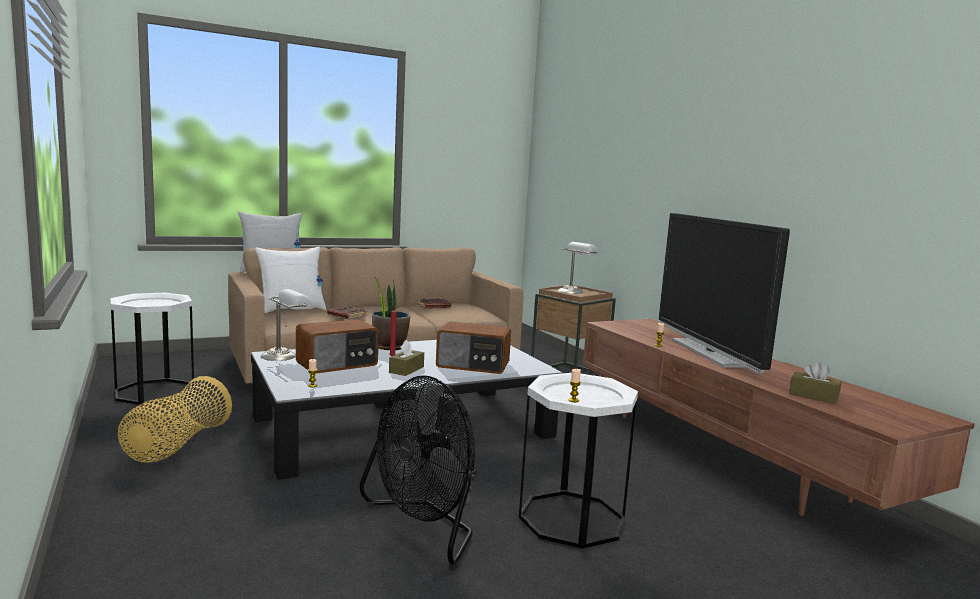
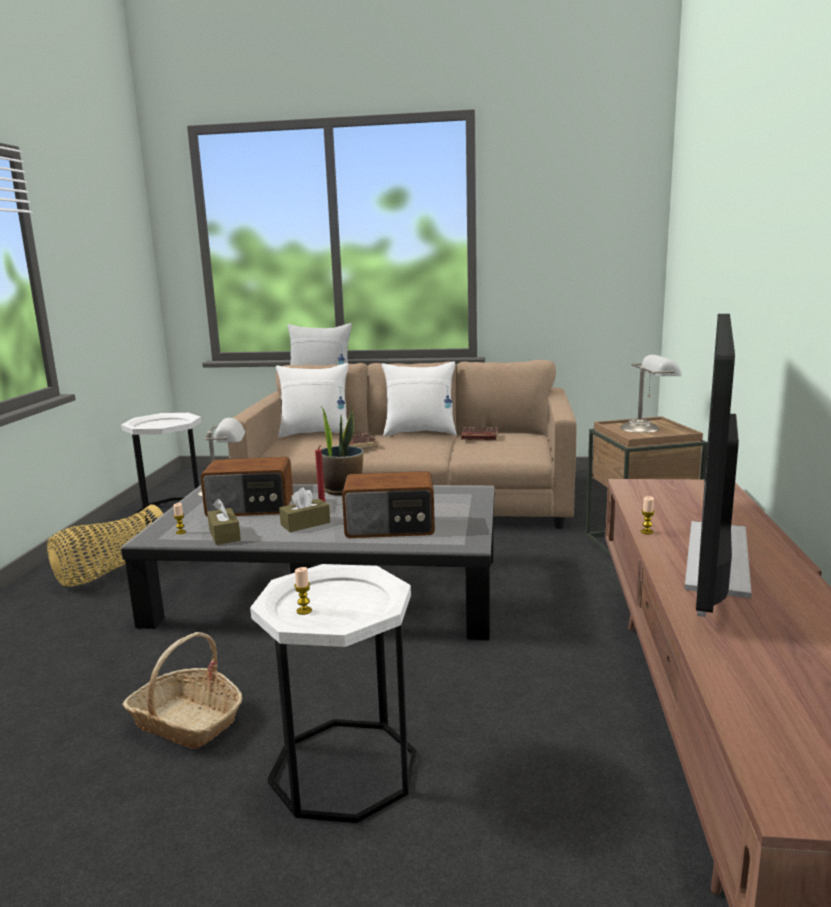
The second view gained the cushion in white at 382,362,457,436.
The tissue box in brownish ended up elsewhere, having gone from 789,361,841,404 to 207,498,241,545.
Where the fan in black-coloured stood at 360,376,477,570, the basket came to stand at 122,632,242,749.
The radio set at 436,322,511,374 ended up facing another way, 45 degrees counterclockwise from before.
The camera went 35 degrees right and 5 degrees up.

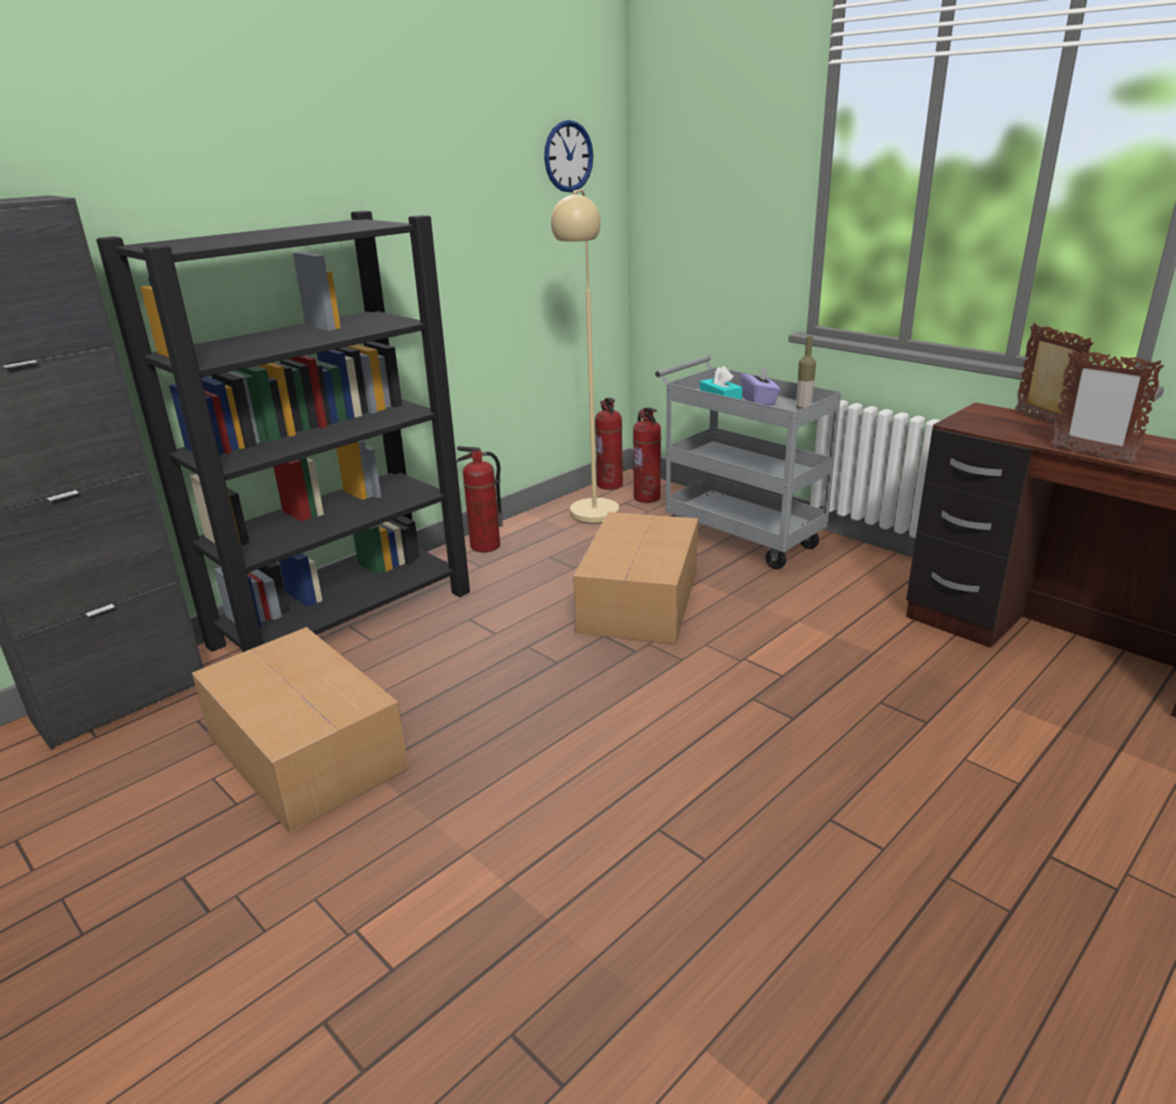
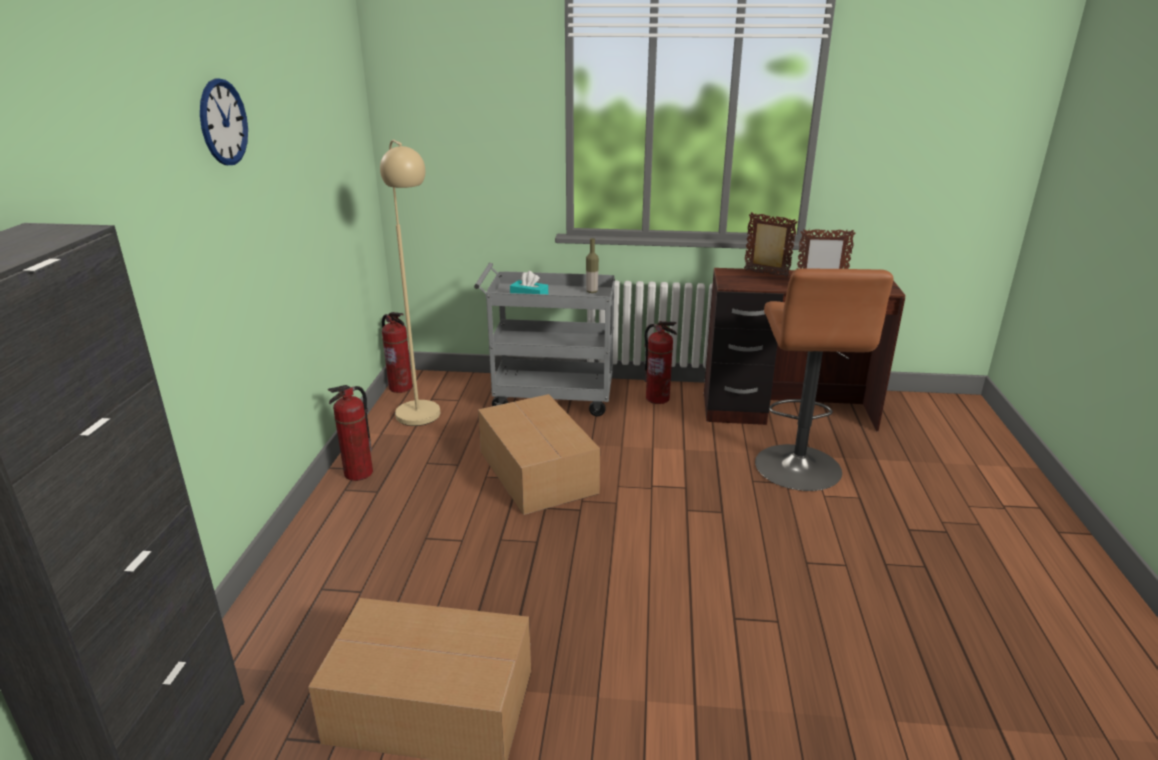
The second view lost the bookcase in black-coloured at 96,211,470,652.
The second view lost the tissue box in purple at 740,366,780,406.
The second view gained the stool seat in brownish at 755,268,893,491.
The hanging clock ended up elsewhere, having gone from 544,120,593,193 to 200,78,248,165.
The extinguisher ended up elsewhere, having gone from 633,407,661,503 to 644,321,677,404.
The camera went 40 degrees left and 0 degrees up.

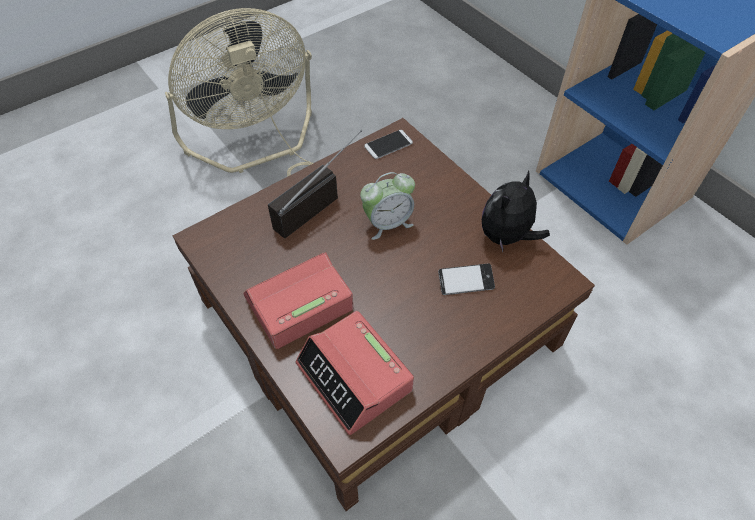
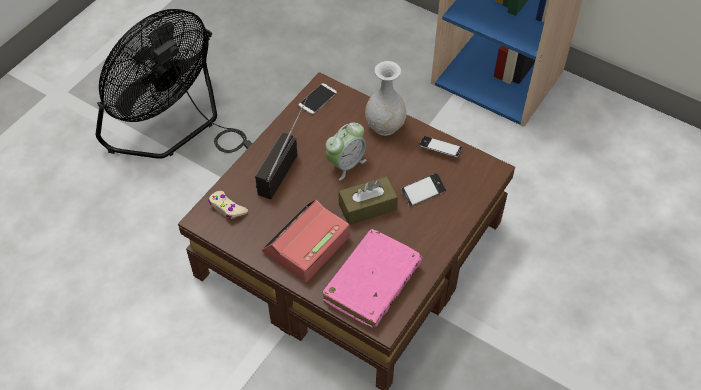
The second view gained the gamepad in beige at 208,191,248,219.
The second view gained the tissue box in brownish at 339,176,398,225.
The second view gained the vase in white at 365,61,407,136.
Where the bedside clock stood at 295,311,414,435, the volume in pink-coloured came to stand at 322,229,422,328.
Where the plush toy stood at 482,171,550,252, the phone came to stand at 419,136,462,157.
What was the fan in beige at 165,8,313,177 turned into the fan in black-coloured at 96,9,252,159.
The camera went 20 degrees left and 0 degrees up.

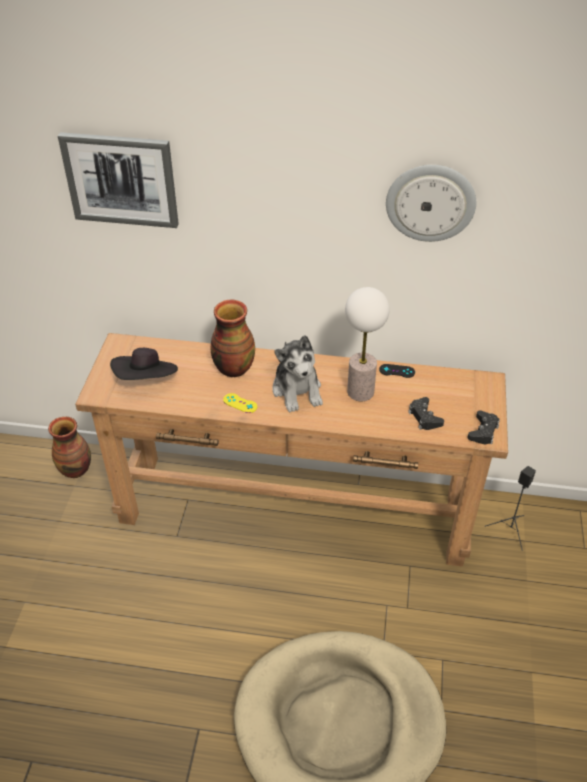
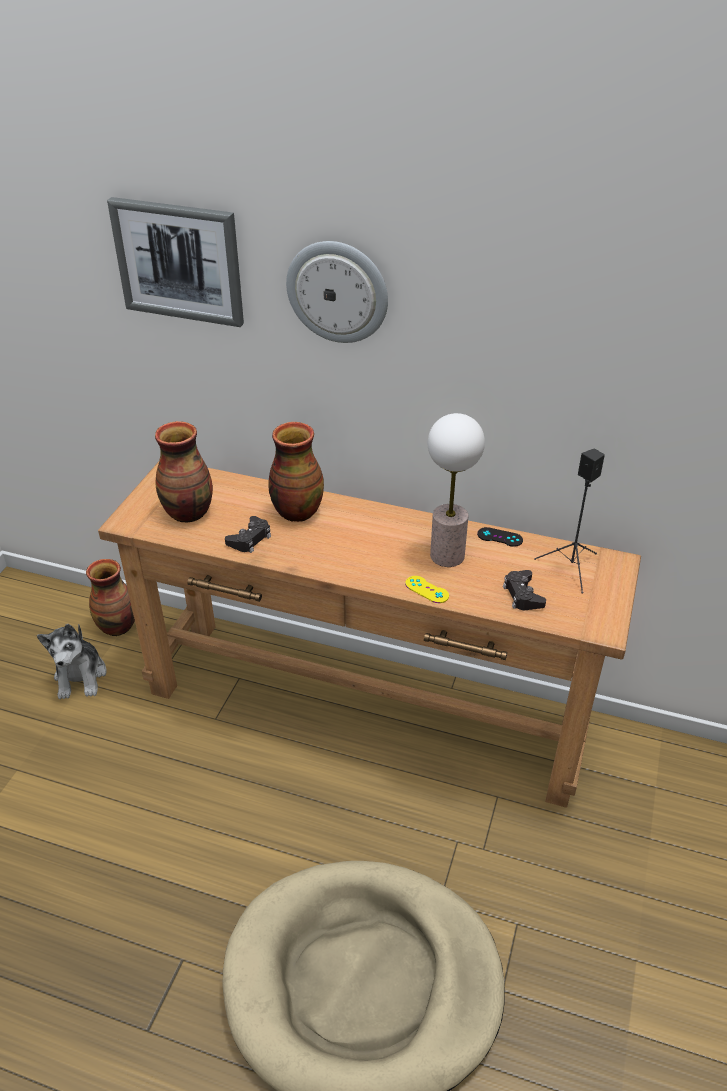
The gamepad in yellow-coloured ended up elsewhere, having gone from 223,393,257,413 to 405,576,449,603.
The plush toy ended up elsewhere, having gone from 272,335,323,413 to 37,624,107,699.
The hanging clock ended up elsewhere, having gone from 386,165,476,242 to 286,241,388,343.
The gamepad in black-coloured ended up elsewhere, having gone from 467,410,500,444 to 225,516,271,553.
The audio speaker in black-coloured ended up elsewhere, having gone from 485,466,536,551 to 534,448,605,594.
Where the clothing hat in black-coloured stood at 110,348,178,380, the vase came to stand at 155,421,213,522.
The camera went 10 degrees right and 5 degrees down.

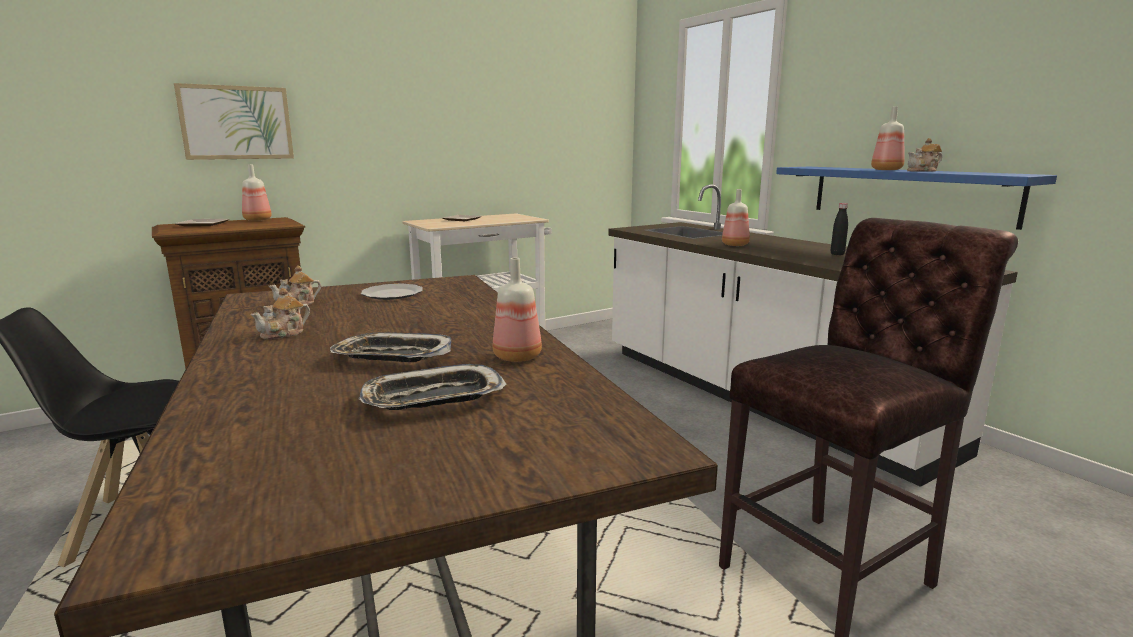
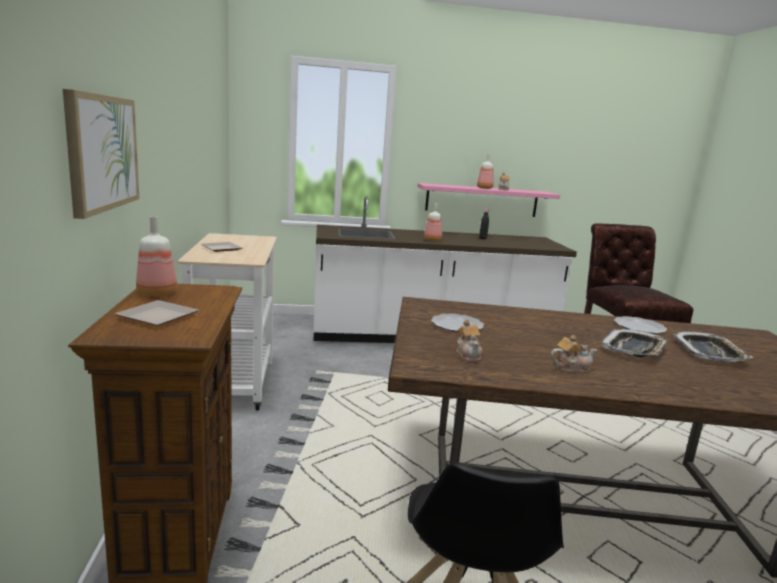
Where the beverage bottle stood at 493,258,542,362, the flat dish came to stand at 614,316,667,334.
What was the shelf in blue at 776,167,1057,230 turned into the shelf in pink-coloured at 417,183,560,217.
The tea pot at 250,288,310,339 ended up facing another way, 75 degrees counterclockwise from before.
The camera went 65 degrees left and 0 degrees up.

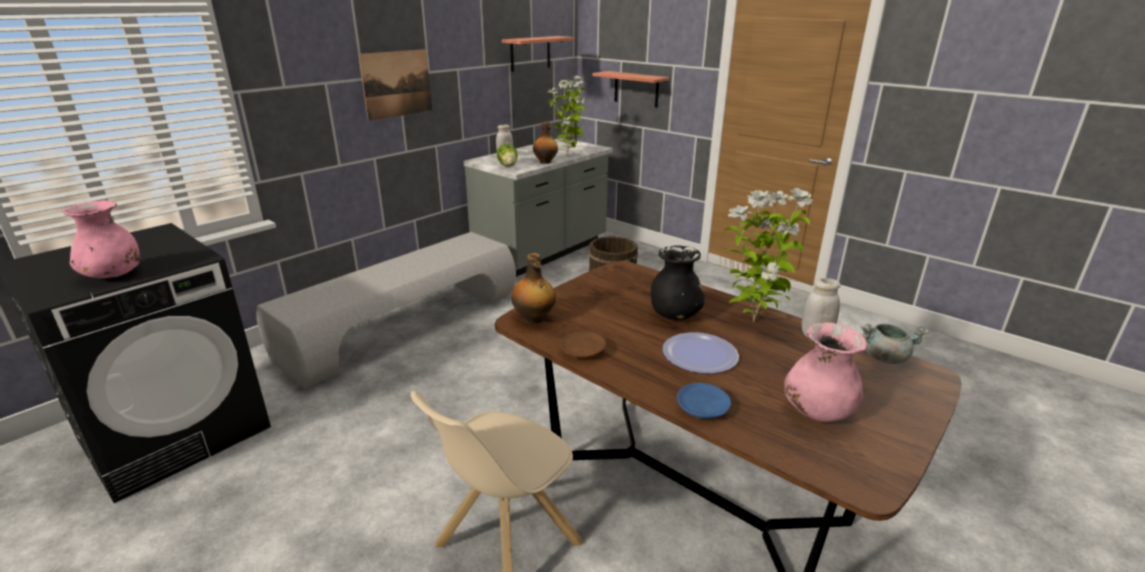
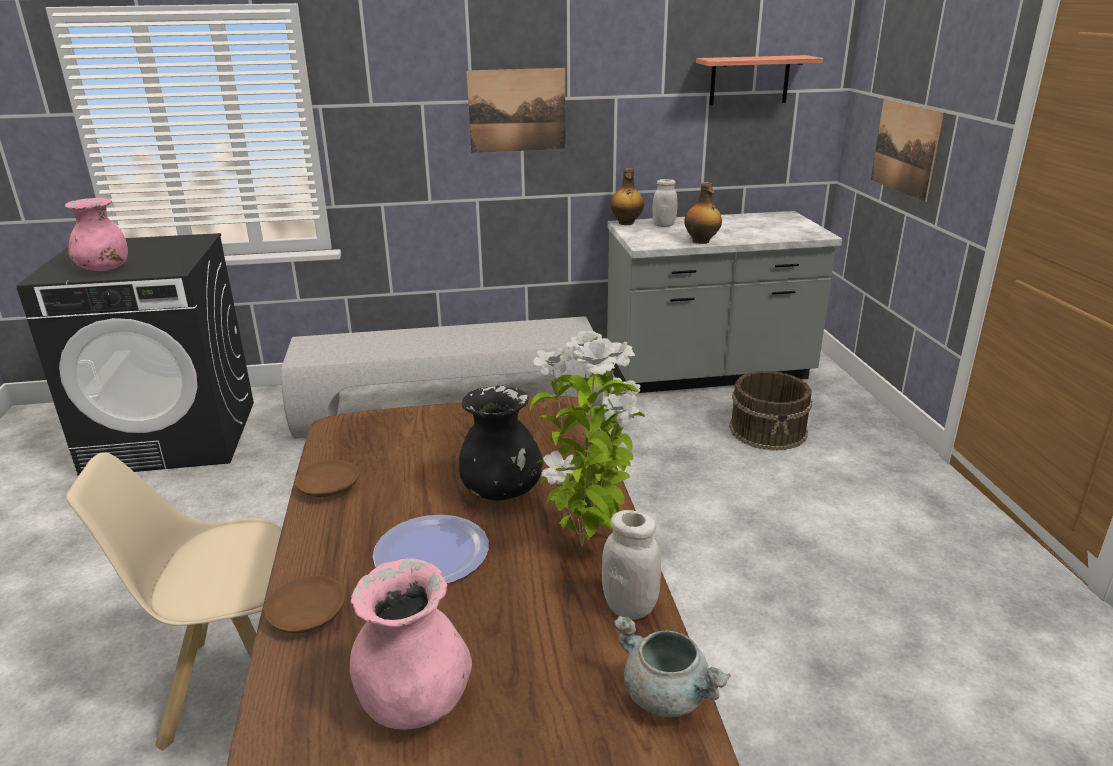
The second view lost the lettuce at 497,144,518,167.
The second view lost the houseplant at 548,76,586,153.
The beverage bottle ended up elsewhere, having gone from 511,253,556,324 to 610,168,644,225.
Where the shelf hung at 592,71,669,107, the wall picture came to hang at 871,99,944,202.
What was the flat dish in blue at 677,383,731,419 turned into the flat dish in brownish at 264,576,346,634.
The camera went 40 degrees right and 0 degrees up.

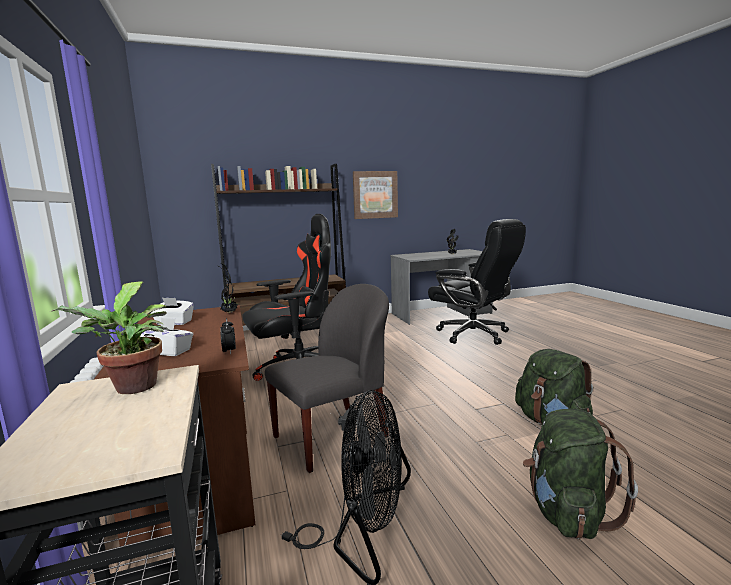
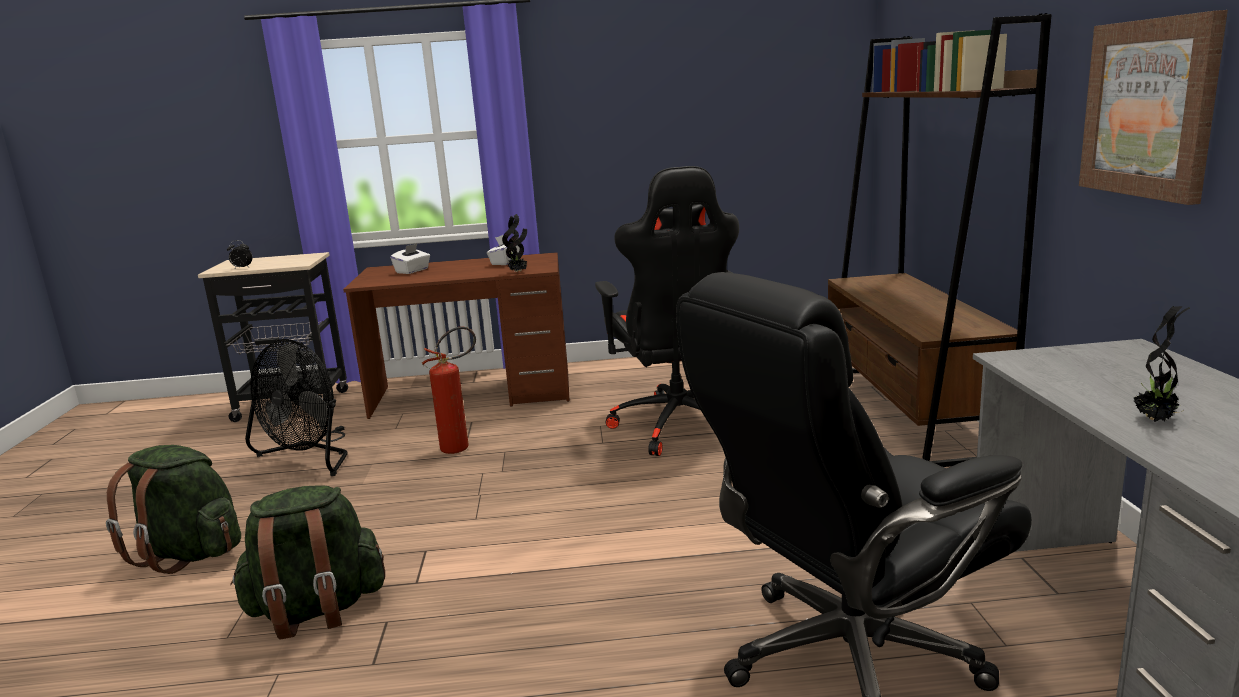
The second view lost the houseplant at 50,281,168,394.
The bedside clock ended up elsewhere, having gone from 220,318,236,355 to 227,240,252,268.
Where the plain chair in greyish stood at 265,284,389,473, the extinguisher came to stand at 422,327,476,454.
The camera went 105 degrees right and 5 degrees up.

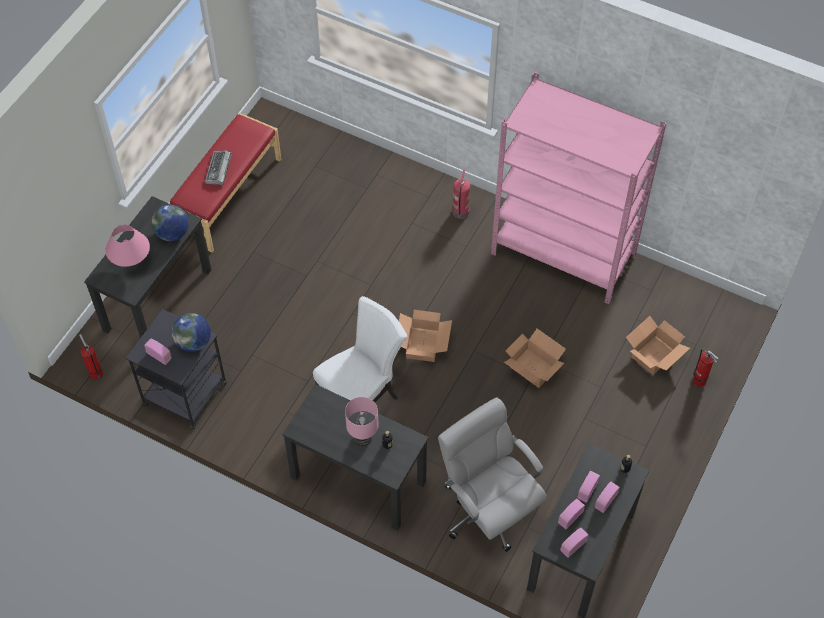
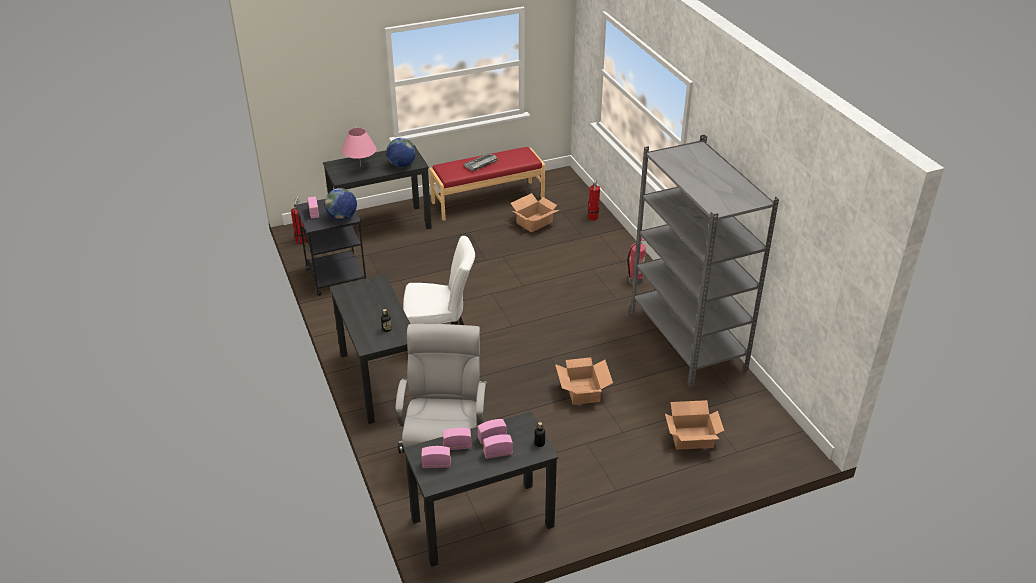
The second view lost the tabletop lamp in pink-coloured at 345,397,379,446.
The packing box ended up elsewhere, having gone from 399,310,452,362 to 511,193,559,233.
The extinguisher ended up elsewhere, having gone from 693,349,719,387 to 588,180,600,221.
What was the bookcase in pink-coloured at 491,72,666,304 turned into the bookcase in greyish at 630,134,779,387.
The camera went 40 degrees right and 20 degrees down.

